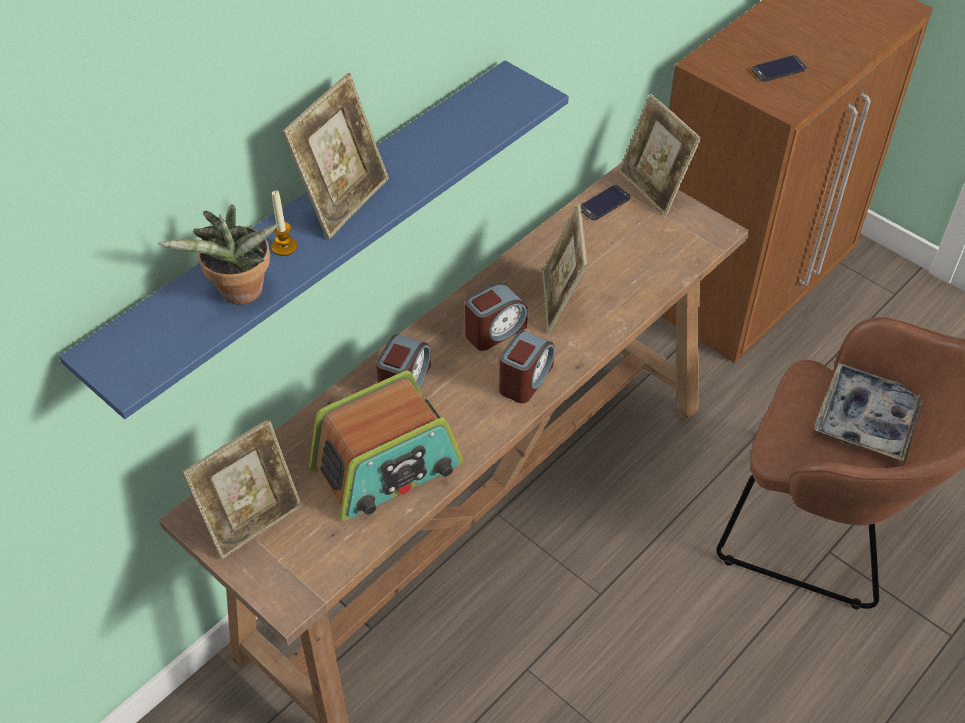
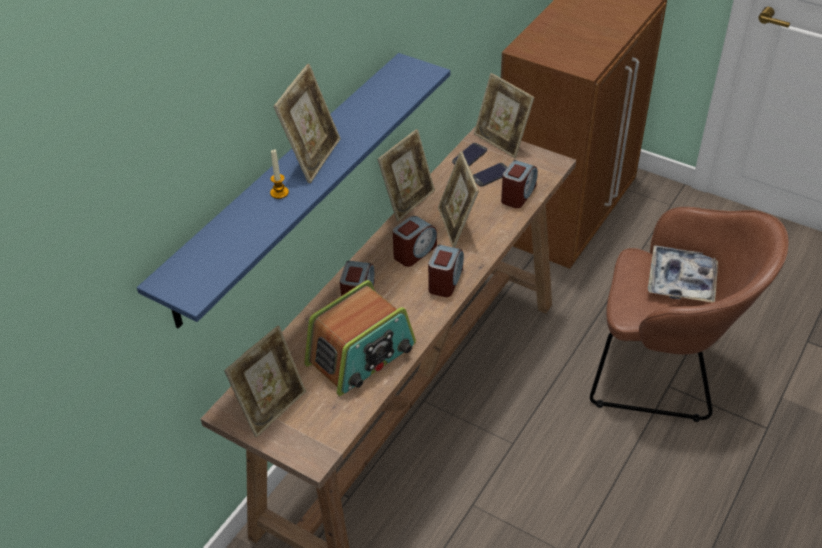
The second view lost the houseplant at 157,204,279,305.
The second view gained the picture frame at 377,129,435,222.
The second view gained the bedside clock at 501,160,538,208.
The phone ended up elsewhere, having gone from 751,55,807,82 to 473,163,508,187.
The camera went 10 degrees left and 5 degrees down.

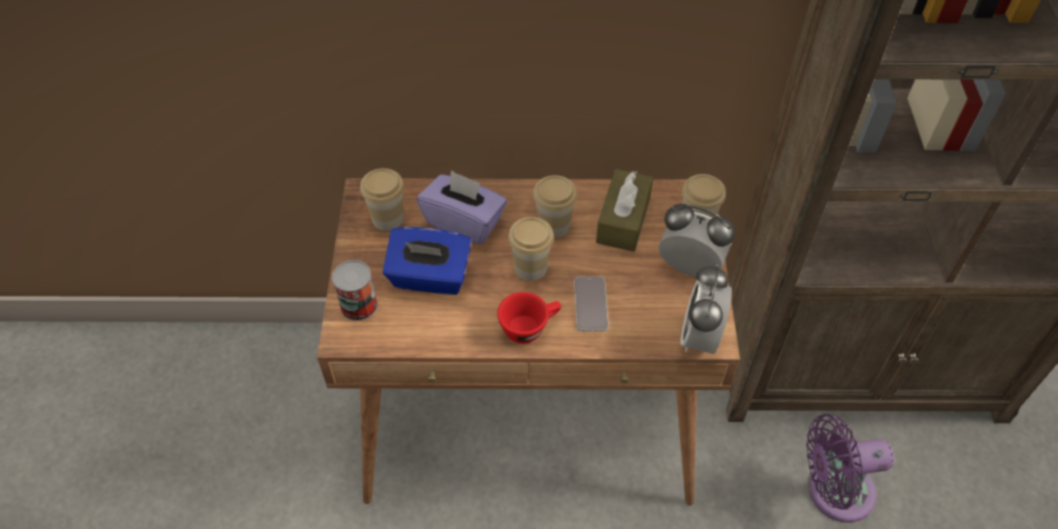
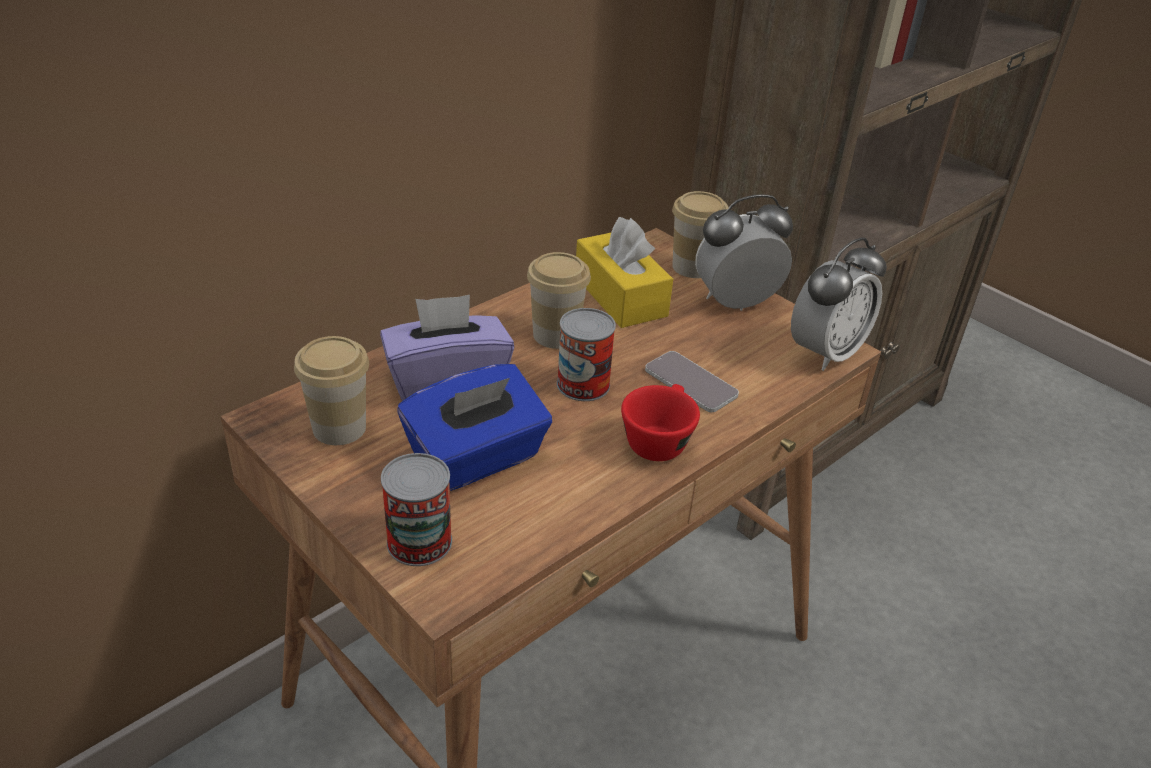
The second view lost the fan in purple at 806,414,894,522.
Where the small cup stood at 508,217,554,281, the can came to stand at 557,308,616,401.
What was the tissue box in brownish at 596,169,653,252 turned into the tissue box in yellow-coloured at 576,217,673,328.
The bedside clock at 681,264,732,354 ended up facing another way, 105 degrees counterclockwise from before.
The camera went 45 degrees left and 15 degrees down.

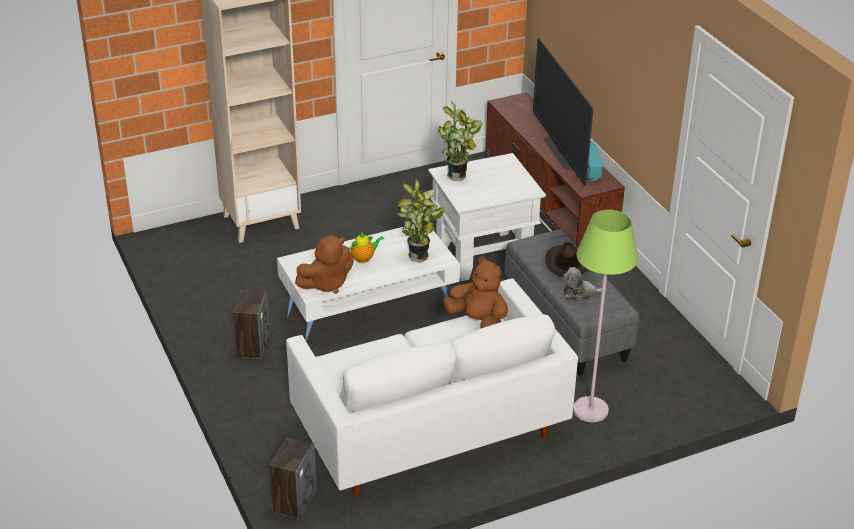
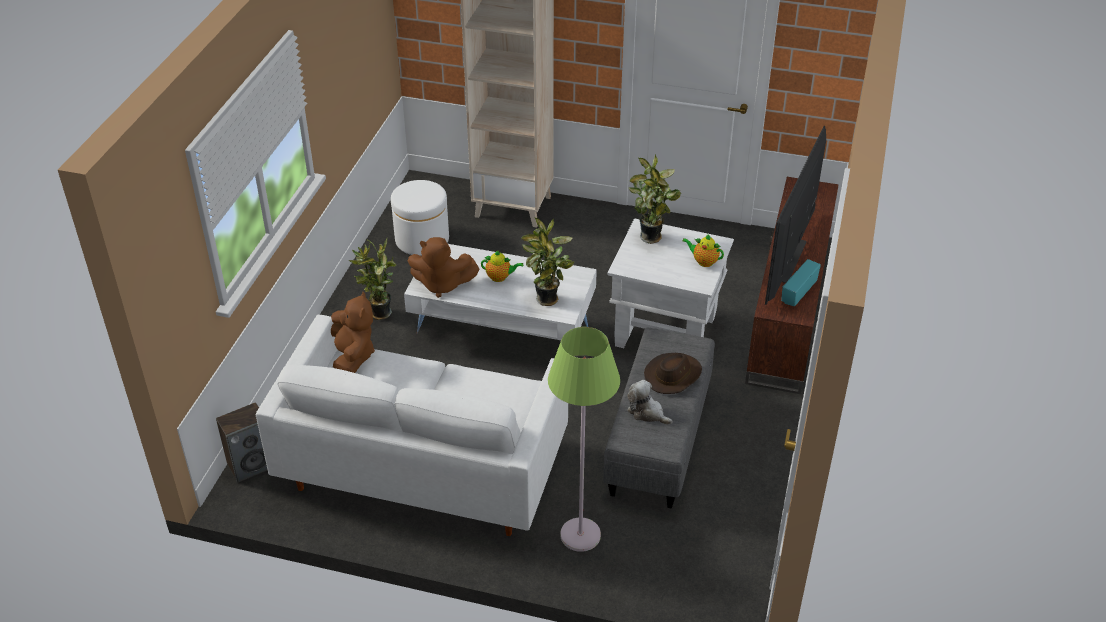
The second view gained the ottoman in white at 391,180,449,256.
The second view gained the tea pot at 682,234,724,267.
The plush toy in brownish ended up elsewhere, having gone from 443,256,508,328 to 331,292,375,373.
Where the audio speaker stood at 233,290,271,360, the houseplant came to stand at 349,239,396,320.
The camera went 40 degrees right and 5 degrees up.

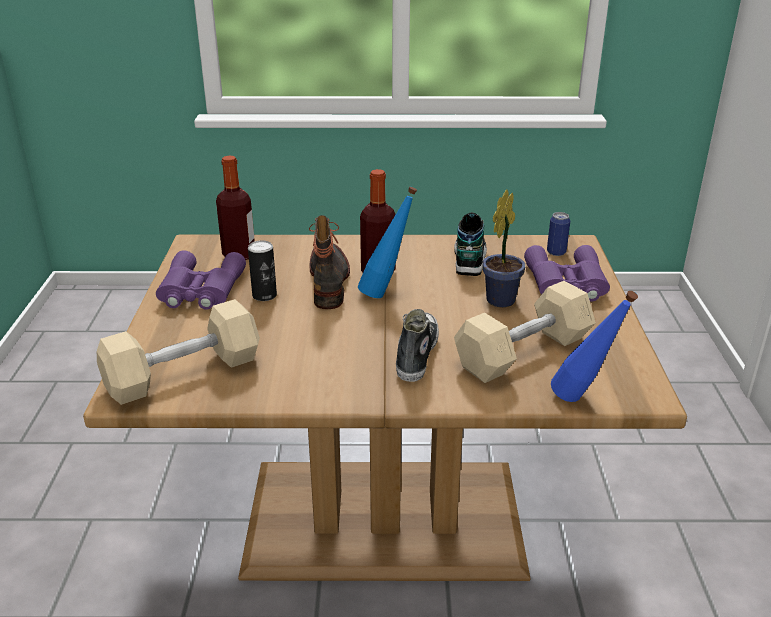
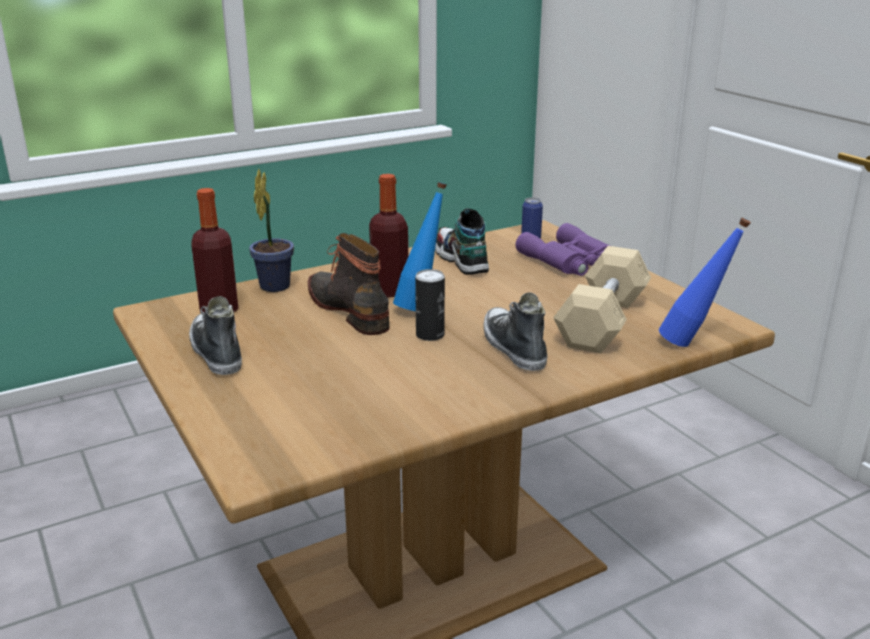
The second view lost the dumbbell in beige at 97,299,260,405.
The can ended up elsewhere, having gone from 248,240,277,301 to 415,269,445,341.
The houseplant ended up elsewhere, having gone from 482,189,525,307 to 249,169,294,292.
Where the field glasses in purple stood at 156,250,246,310, the item of footwear came to stand at 189,296,242,375.
The camera went 30 degrees left and 5 degrees down.

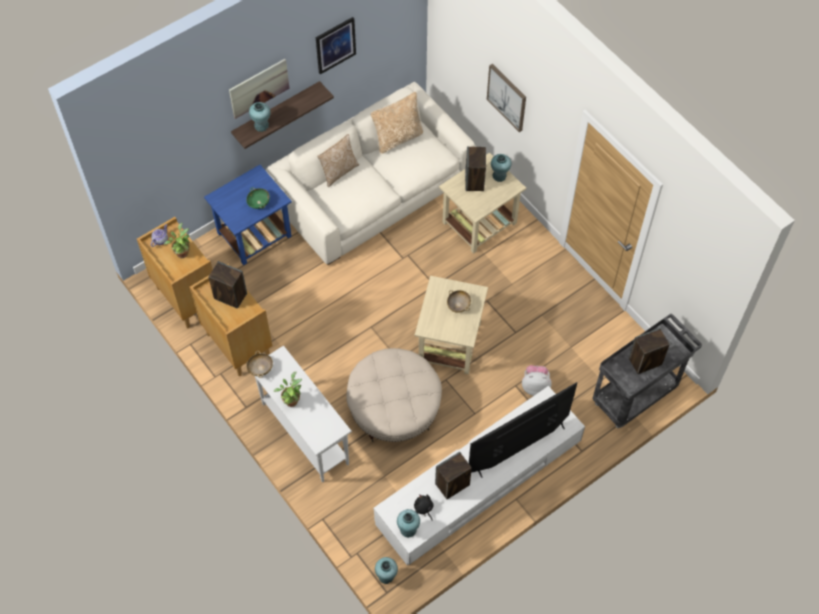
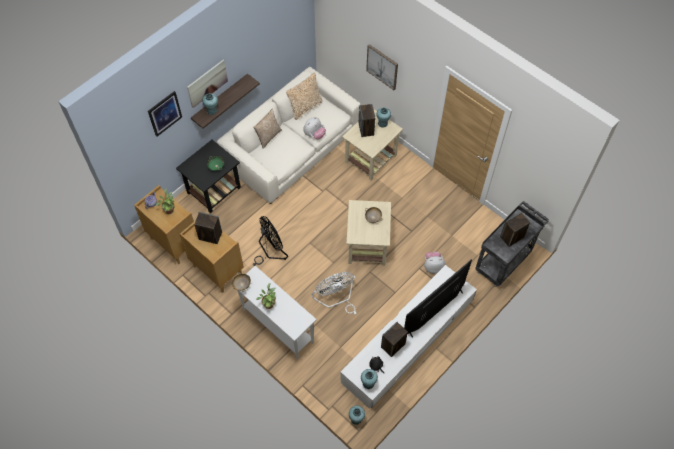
The second view gained the fan in black-coloured at 253,216,288,266.
The second view gained the plush toy at 303,117,326,139.
The wall picture ended up elsewhere, having gone from 316,17,356,74 to 148,91,182,137.
Where the ottoman in beige stood at 346,348,442,442, the fan in white came to stand at 311,272,356,315.
What was the side table in blue at 204,165,292,265 turned into the side table in black-coloured at 176,140,241,213.
The camera went 10 degrees left and 0 degrees up.

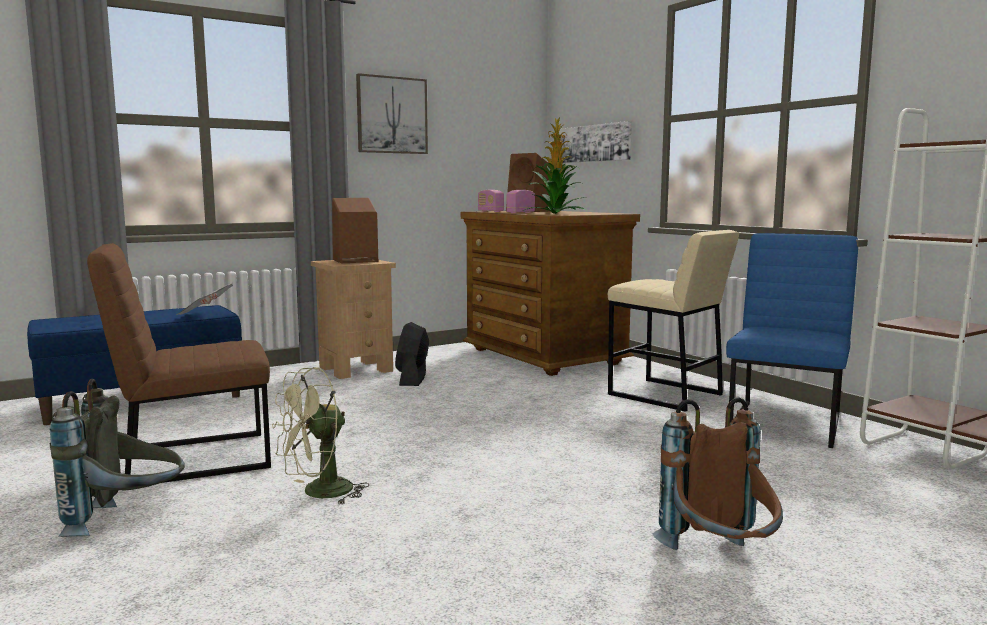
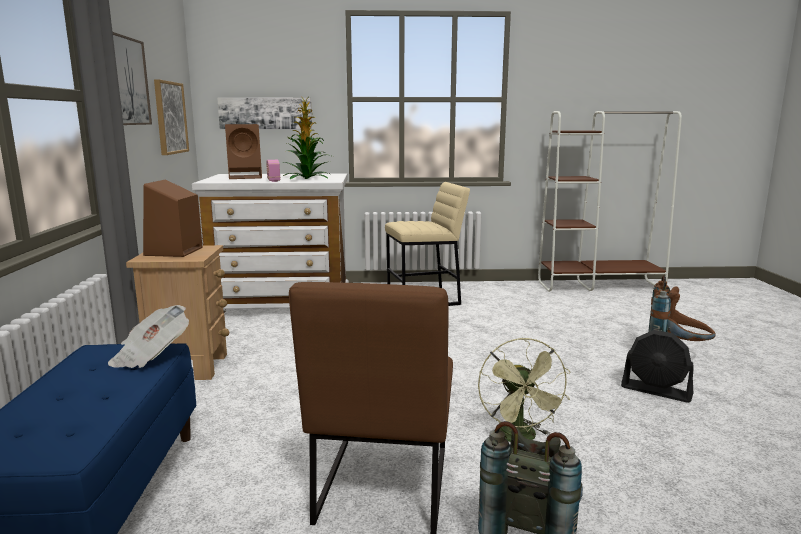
The second view lost the radio set at 478,190,504,212.
The second view lost the plain chair in blue at 726,233,858,448.
The second view gained the wall picture at 154,79,189,155.
The fan in black-coloured ended up elsewhere, having gone from 395,322,429,386 to 621,330,694,403.
What was the dresser in brownish at 461,211,640,376 turned into the dresser in white at 192,173,349,313.
The camera went 60 degrees left and 5 degrees up.

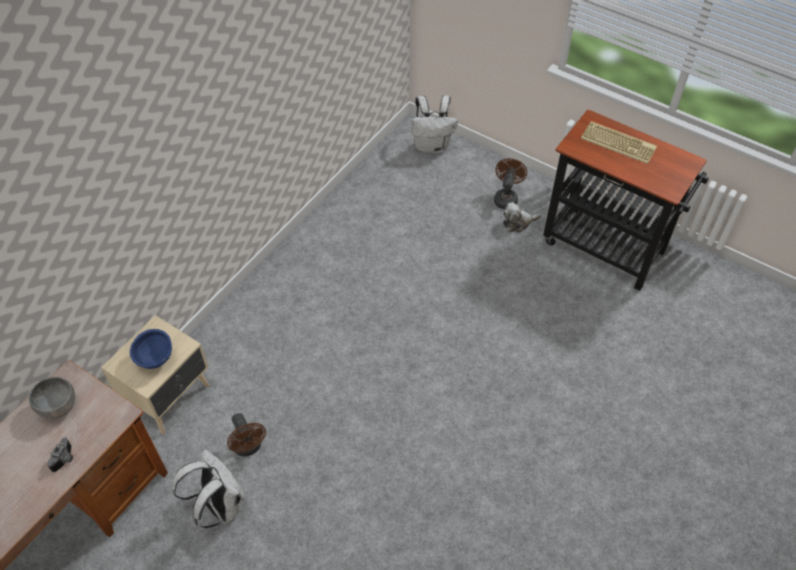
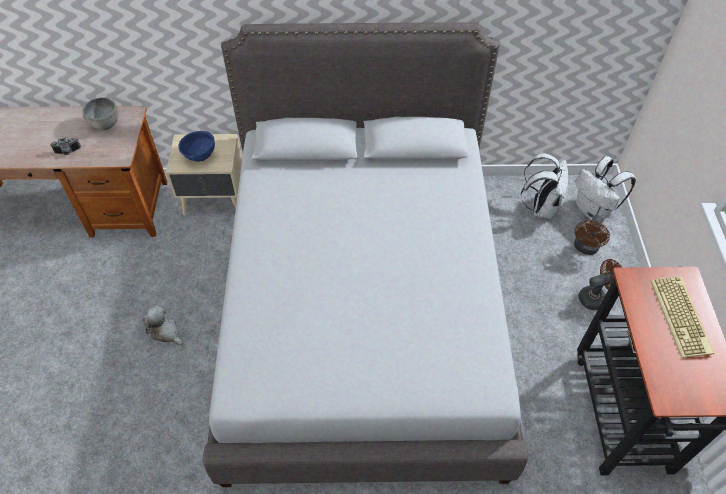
The second view gained the sleeping bed in greyish at 203,22,528,487.
The backpack in white ended up elsewhere, having gone from 173,450,245,528 to 521,153,568,219.
The fan in brownish ended up elsewhere, having gone from 227,413,266,456 to 574,215,610,255.
The plush toy ended up elsewhere, having gone from 503,202,541,232 to 143,306,183,346.
The camera went 55 degrees right and 0 degrees up.

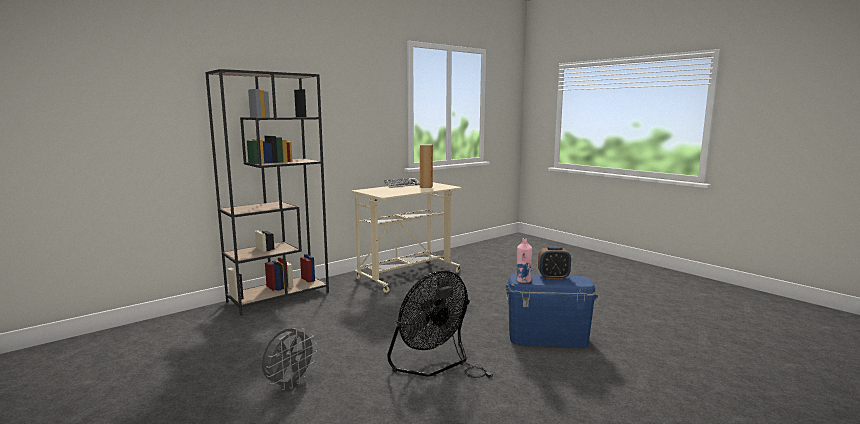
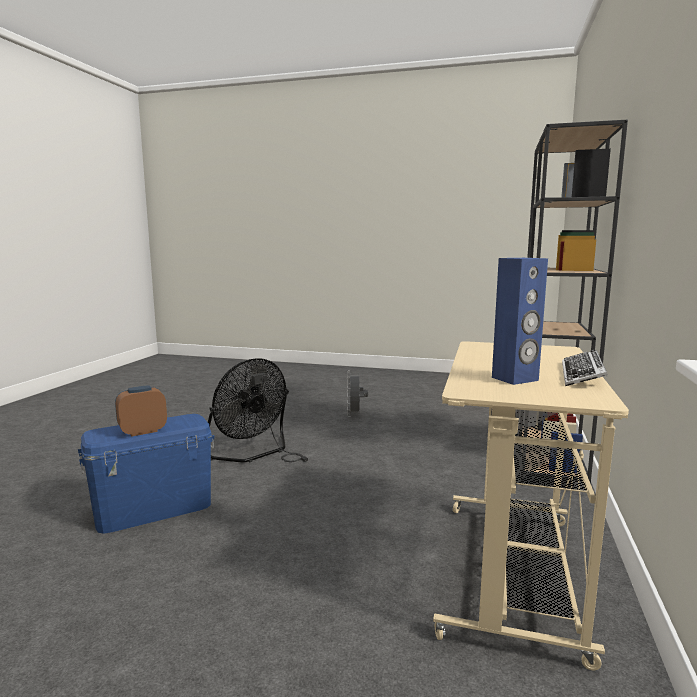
The second view lost the beverage bottle in pink-coloured at 516,238,532,283.
What was the audio speaker in brownish at 420,145,433,188 turned into the audio speaker in blue at 492,258,548,385.
The fan in black-coloured at 387,271,493,378 ended up facing another way, 150 degrees counterclockwise from before.
The camera went 145 degrees right and 0 degrees up.

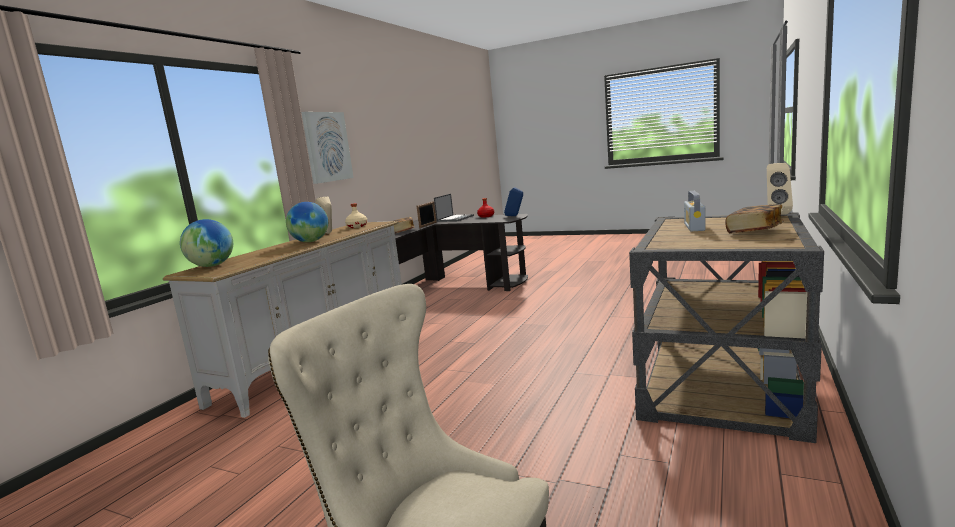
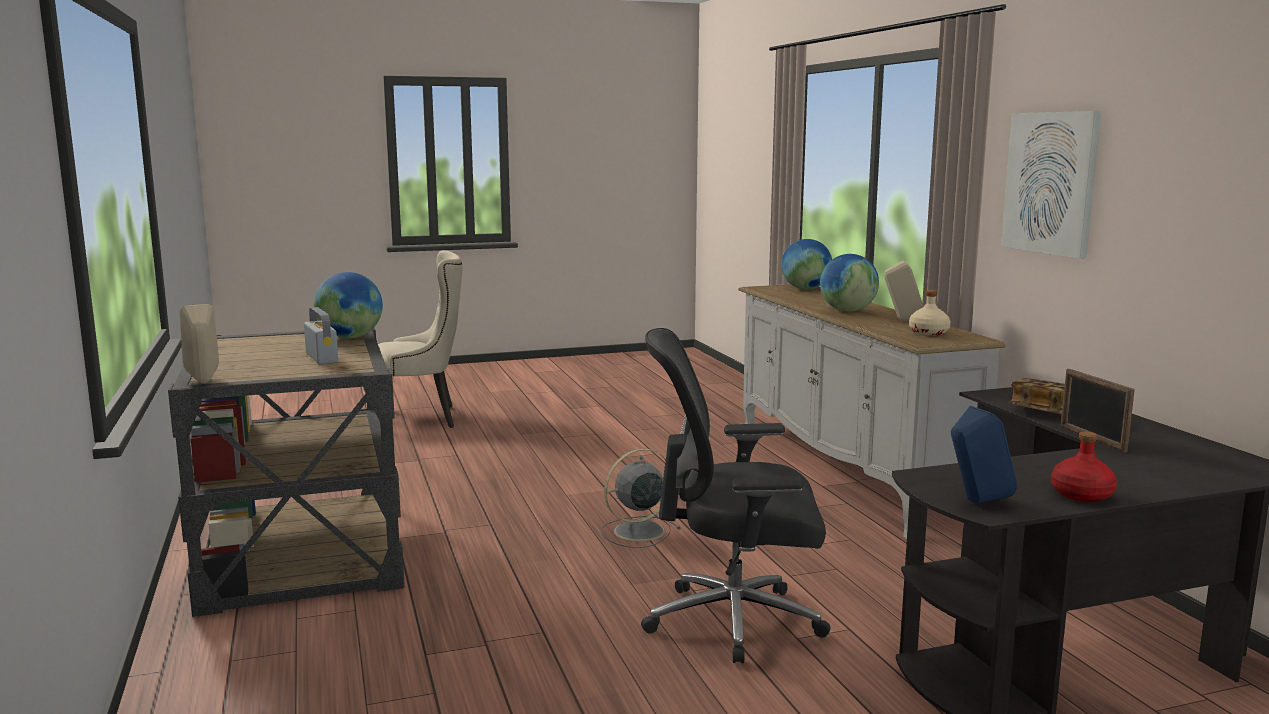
The second view lost the laptop at 434,194,474,222.
The second view lost the volume at 726,204,783,234.
The second view gained the desk globe at 314,272,383,338.
The second view gained the fan in greyish at 601,448,681,548.
The second view gained the computer chair at 641,328,831,663.
The camera went 135 degrees right and 0 degrees up.

